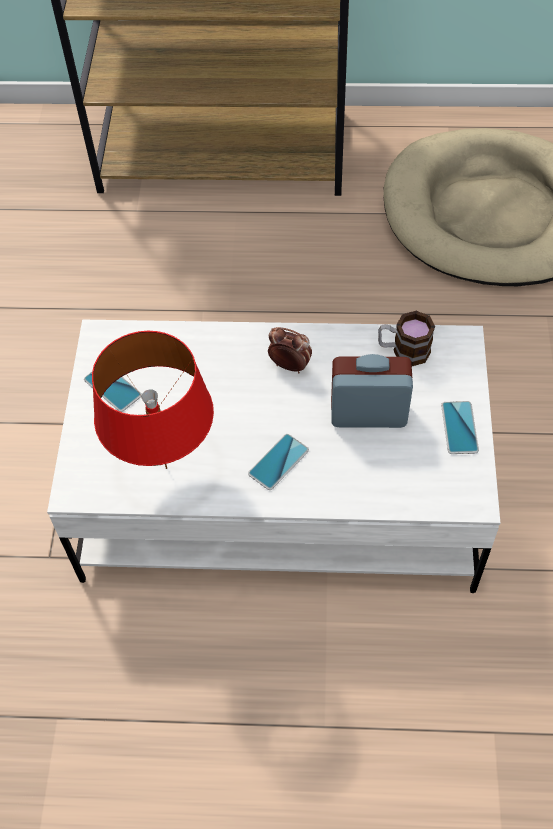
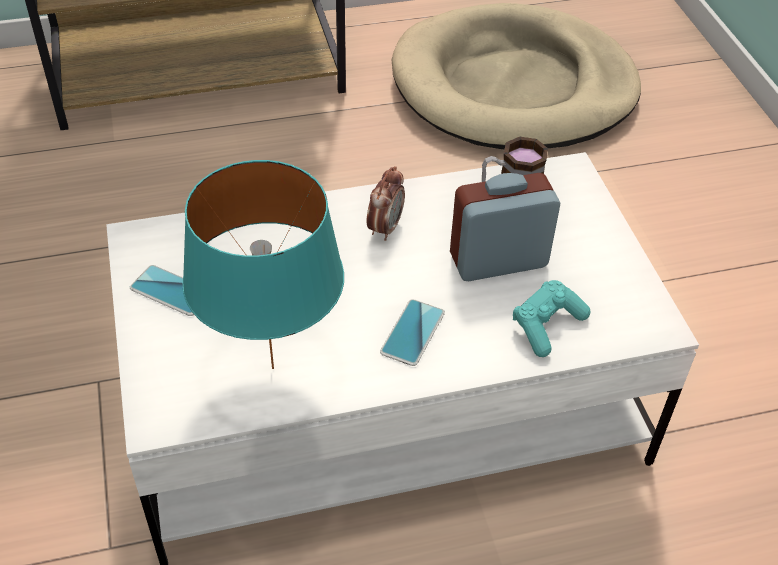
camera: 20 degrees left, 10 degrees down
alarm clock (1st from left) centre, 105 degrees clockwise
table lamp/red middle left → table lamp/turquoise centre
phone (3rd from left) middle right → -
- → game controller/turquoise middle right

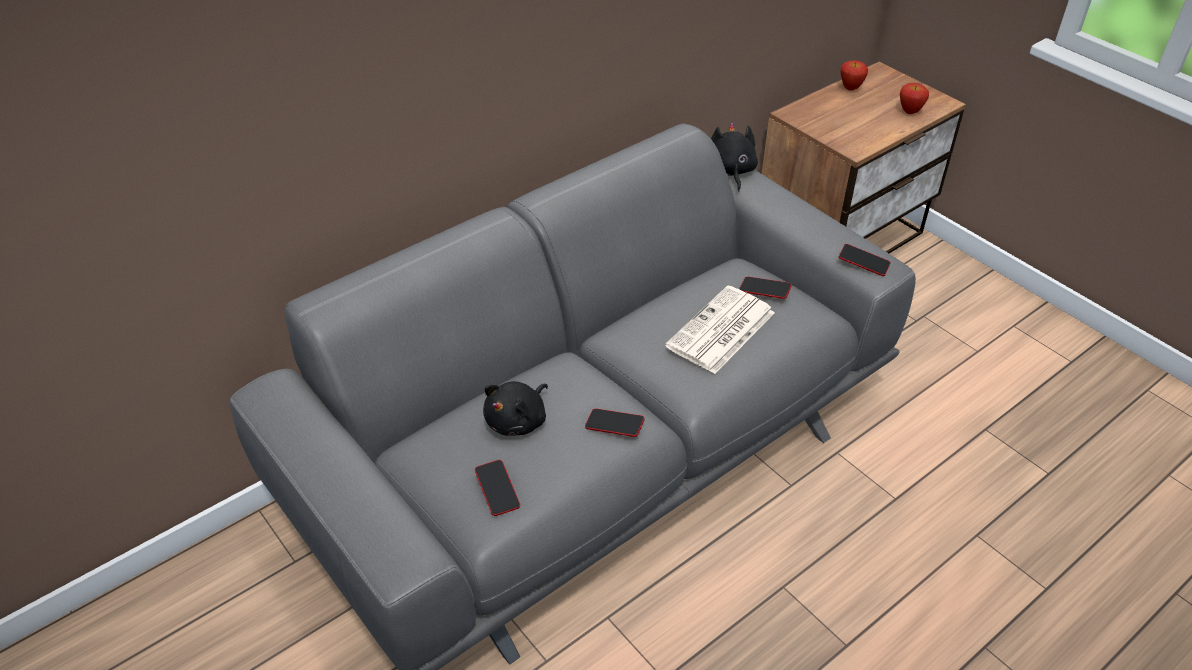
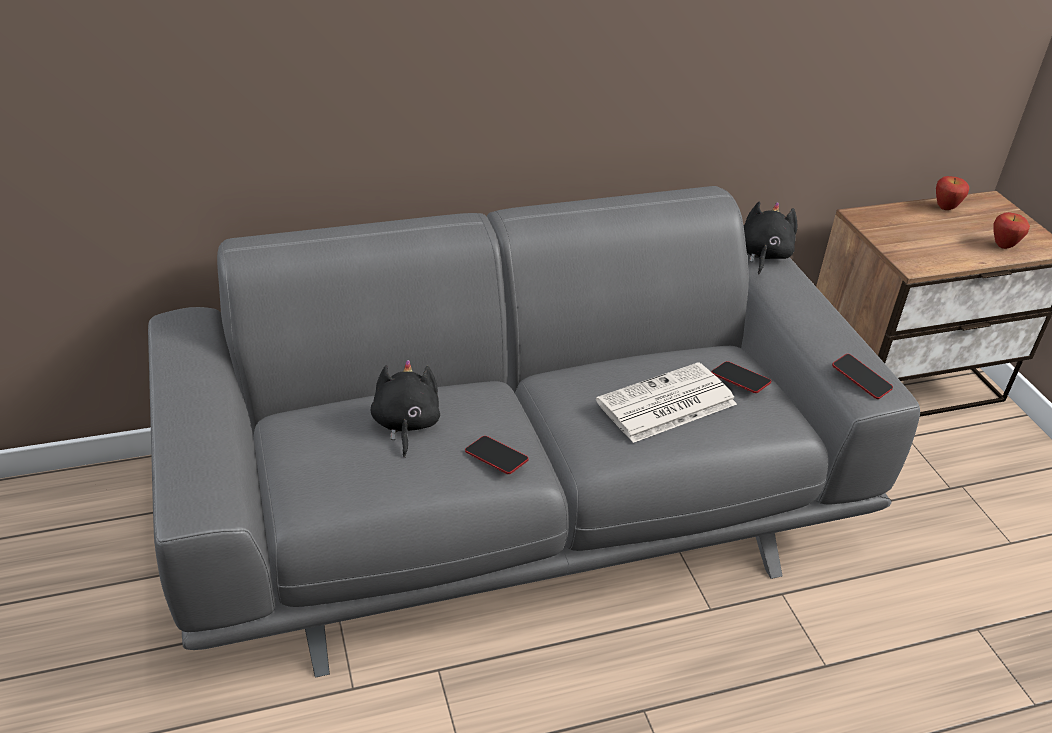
camera: 20 degrees right, 5 degrees down
plush toy/black (1st from left) centre, 120 degrees clockwise
phone (1st from left) bottom centre → -

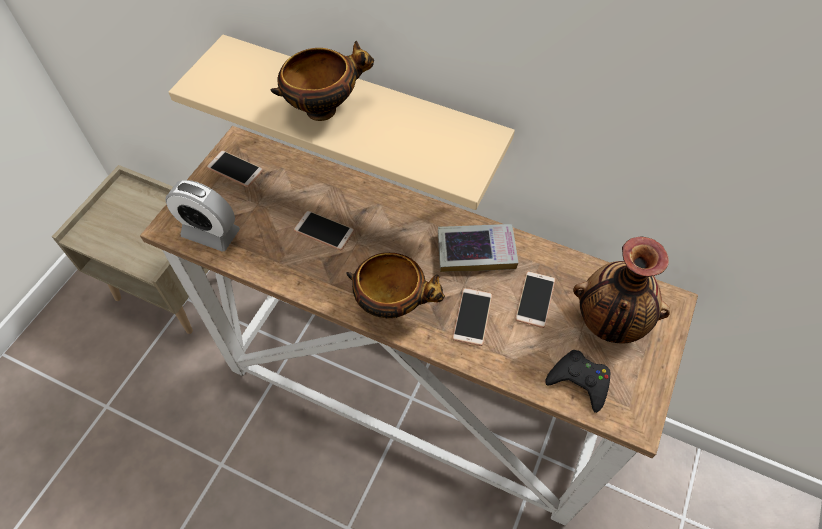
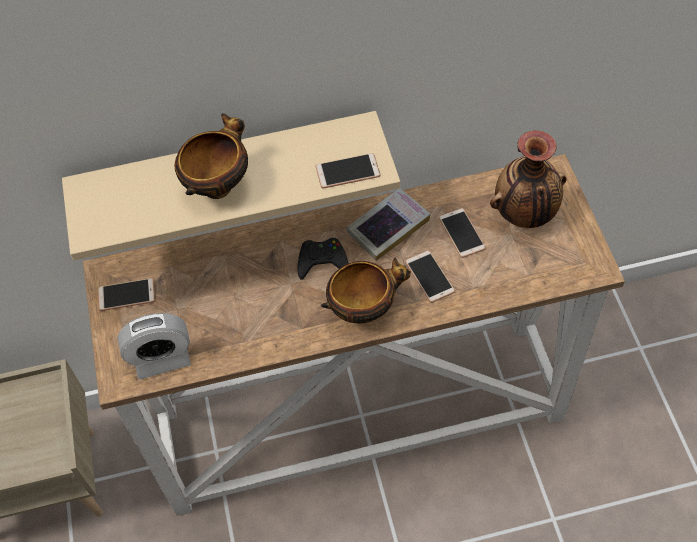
camera: 35 degrees left, 0 degrees up
phone (2nd from left) centre → phone (2nd from left) top centre, moved
game controller/black bottom right → game controller/black centre, moved

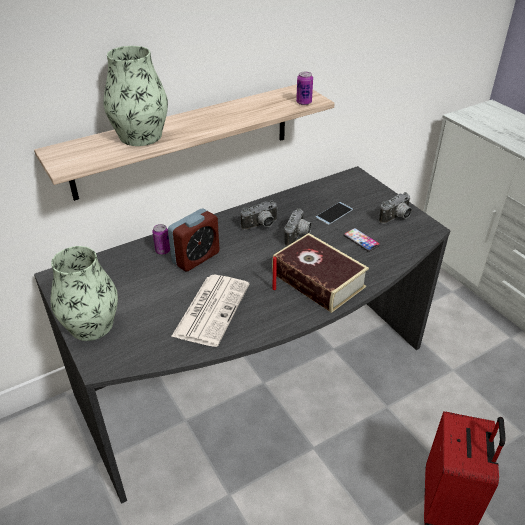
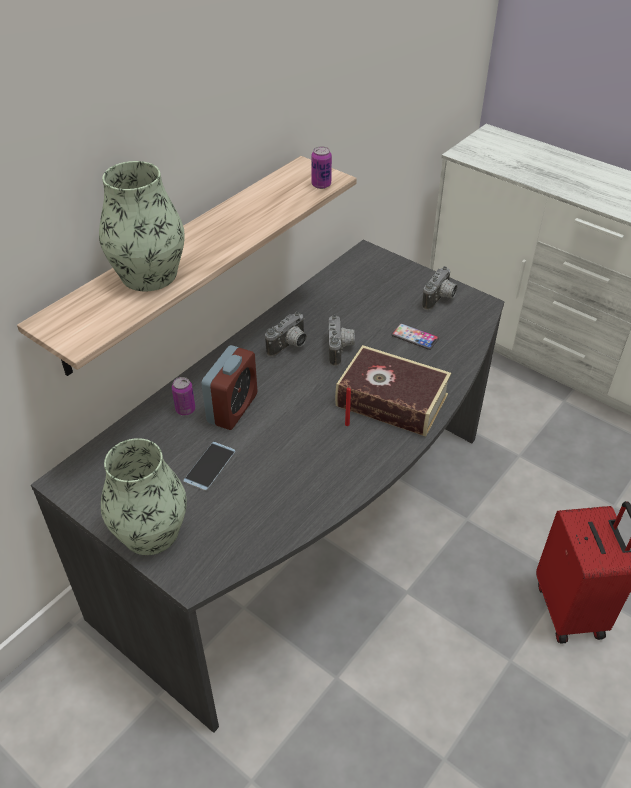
camera: 20 degrees left, 5 degrees up
phone (1st from left) centre → phone (1st from left) middle left, moved
newspaper centre → -

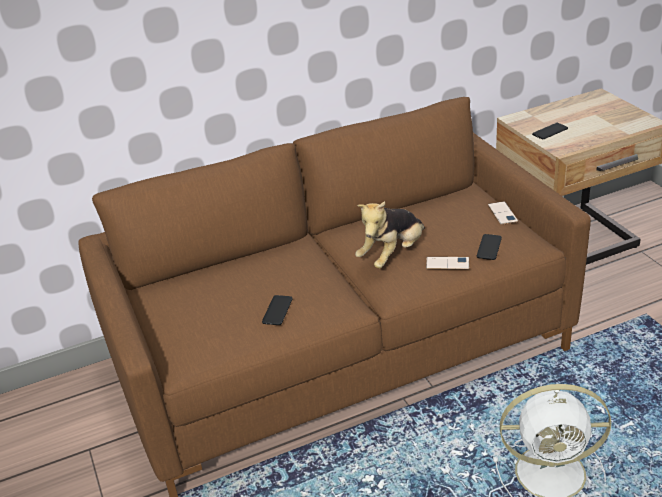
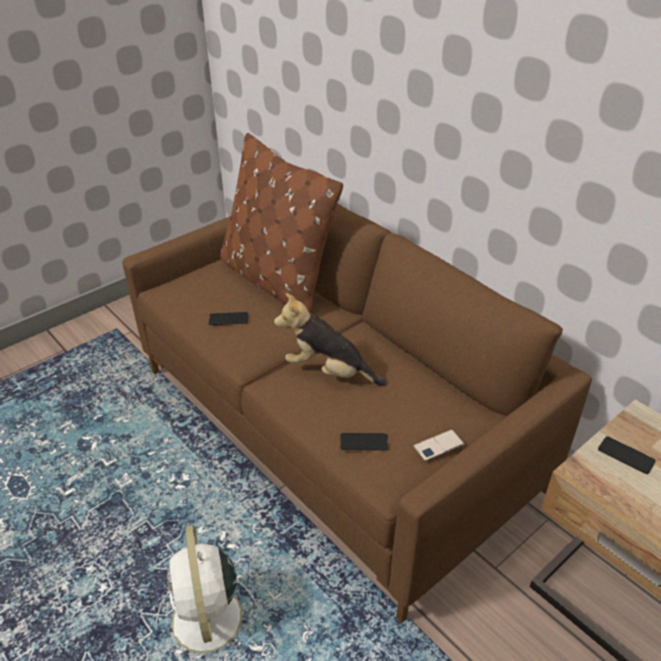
camera: 70 degrees right, 5 degrees up
phone (2nd from left) middle right → -
- → pillow/brown centre

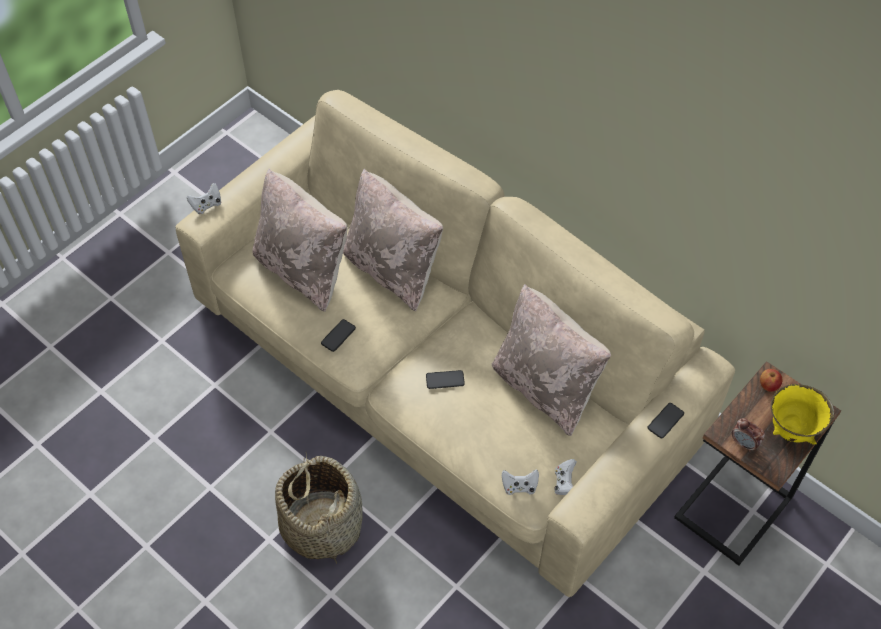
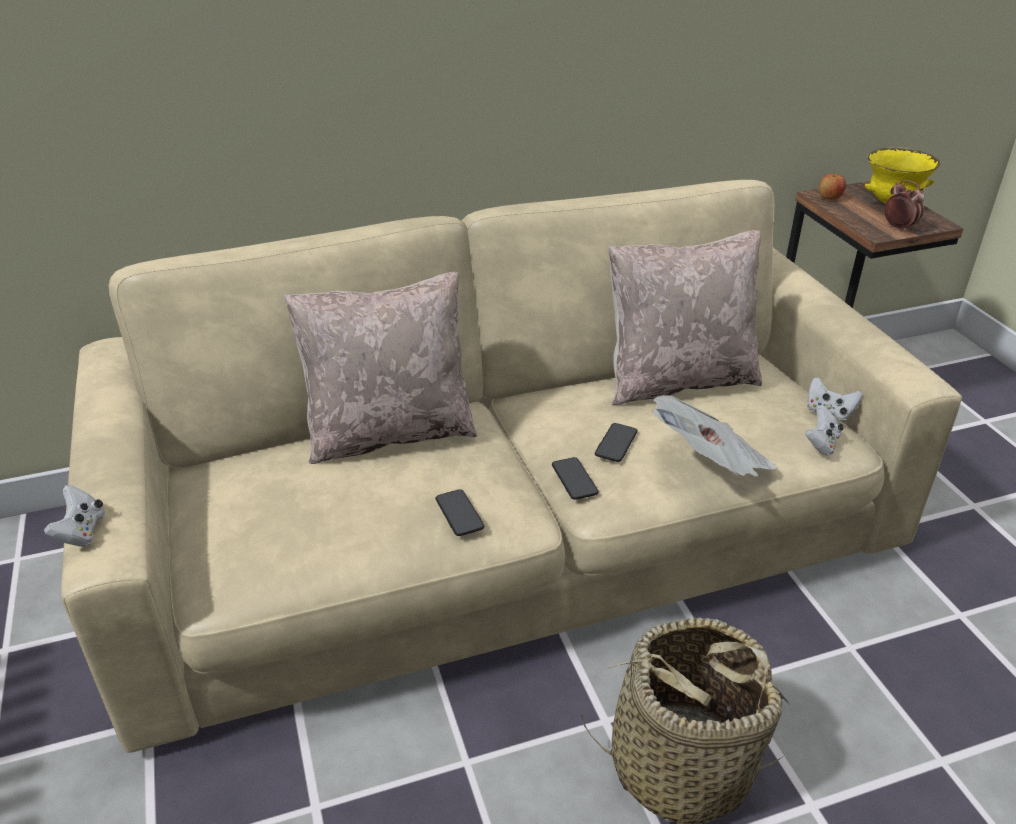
camera: 60 degrees left, 20 degrees down
pillow/beige (1st from left) centre → -
phone (3rd from left in the first image) bottom right → phone (2nd from left) centre, moved
alarm clock bottom right → alarm clock top right, 105 degrees counterclockwise
- → newspaper middle right

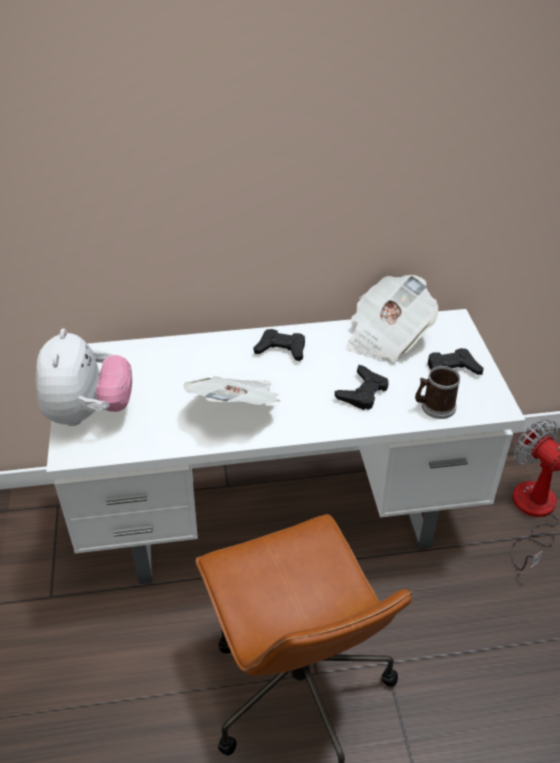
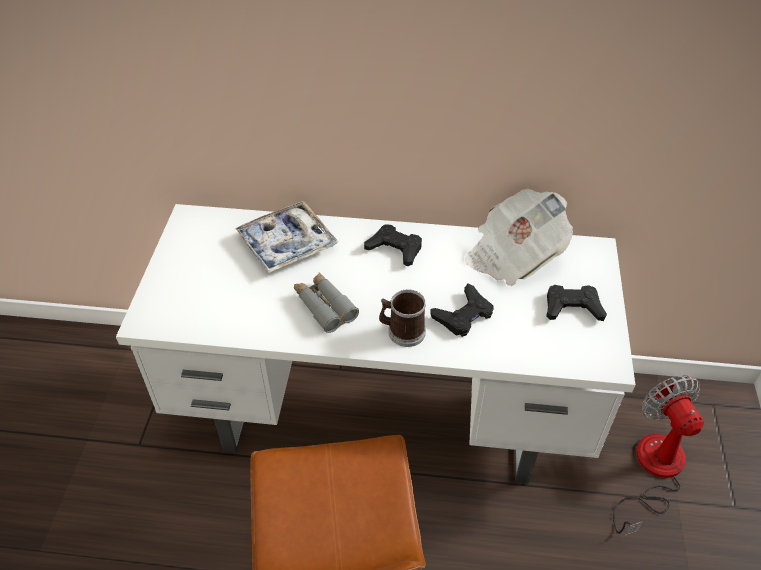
camera: 15 degrees right, 5 degrees up
plush toy middle left → -
mug middle right → mug centre, moved
newspaper (1st from left) centre → binoculars/grey centre
- → tray centre

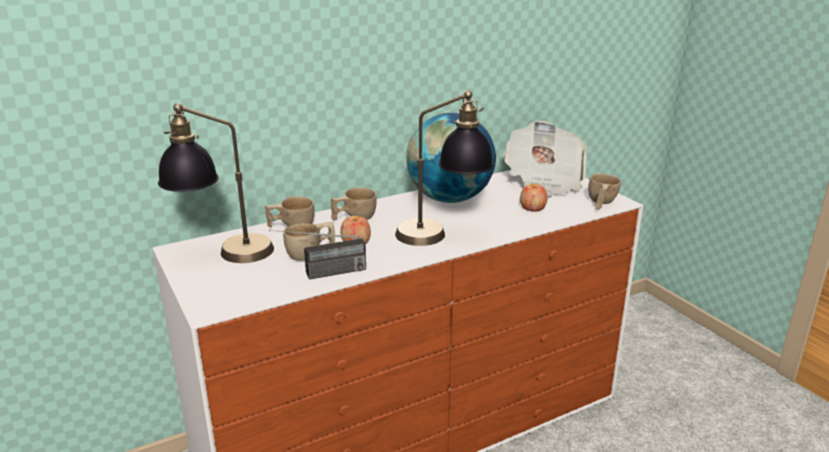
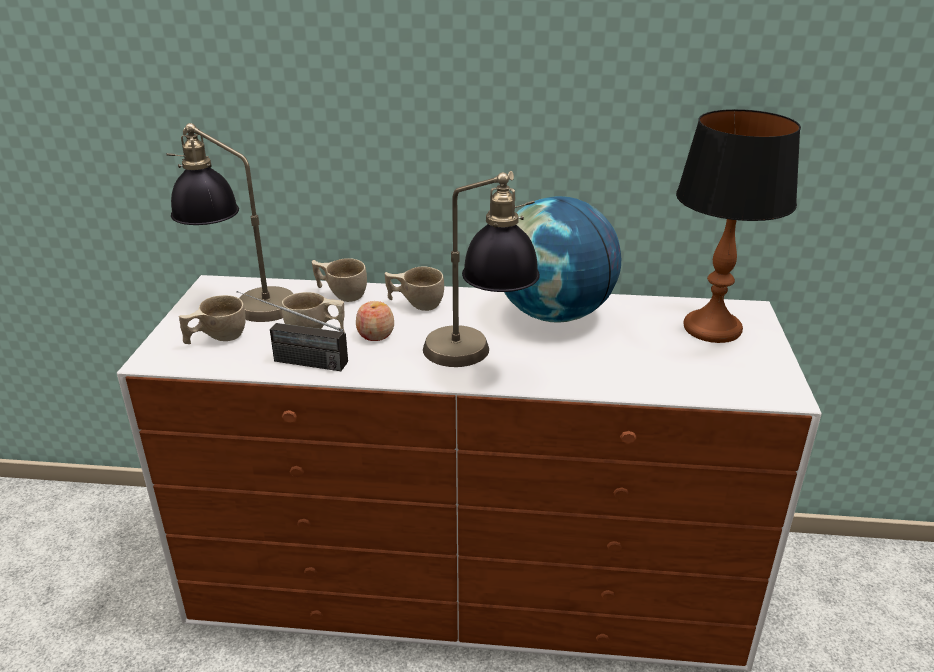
camera: 35 degrees right, 5 degrees up
newspaper centre → table lamp (3rd from left) middle right
cup/beige (4th from left in the first image) middle right → cup/beige (1st from left) middle left, moved
apple (2nd from left) centre → -

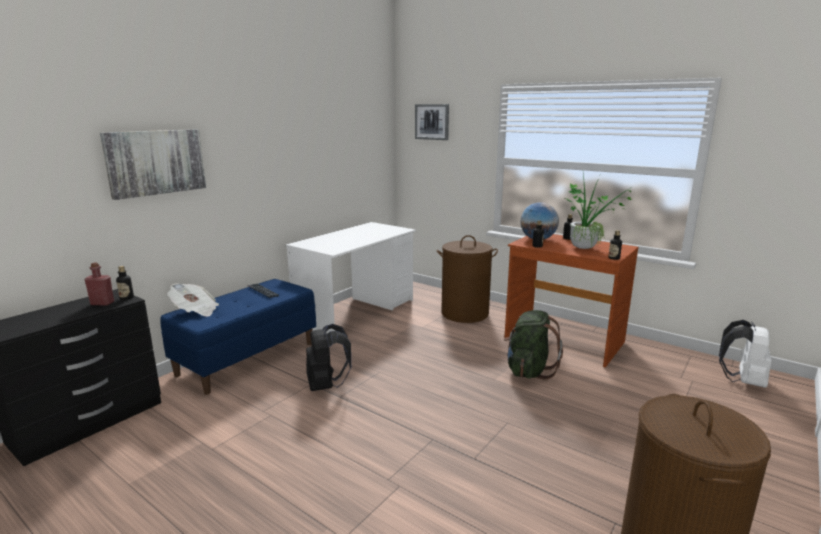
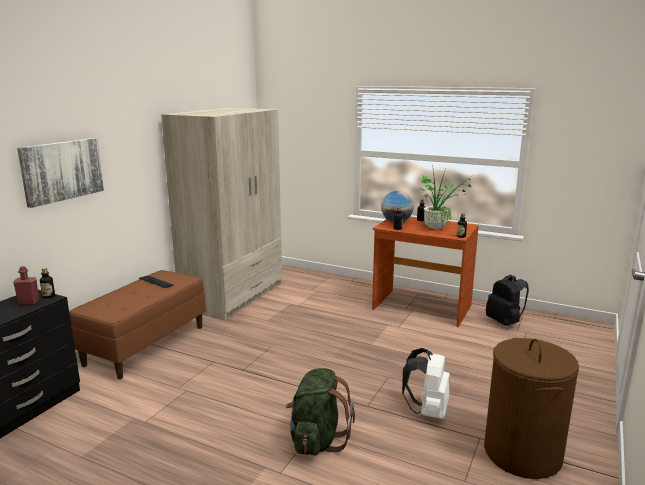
camera: 10 degrees left, 0 degrees up
picture (2nd from left) top centre → -
desk/white centre → wardrobe/beige centre
laundry basket/brown (1st from left) centre → -
bench/blue middle left → bench/brown bottom left
newspaper middle left → -
backpack/green centre → backpack/green bottom centre, moved
backpack/white middle right → backpack/white bottom centre, moved
backpack/black bottom centre → backpack/black middle right, moved

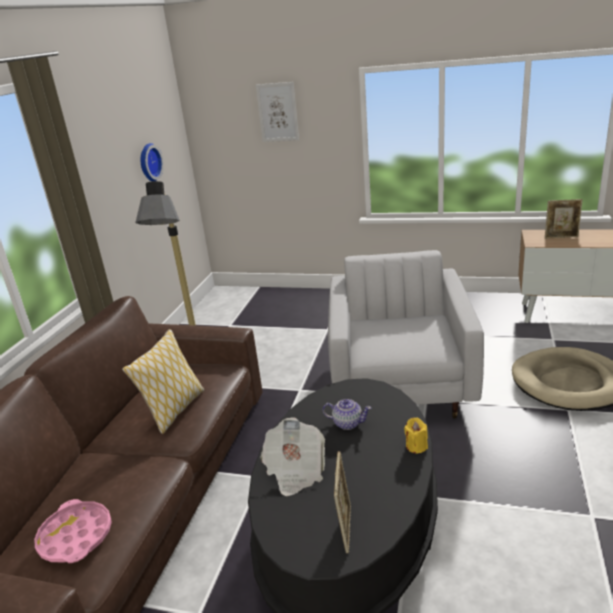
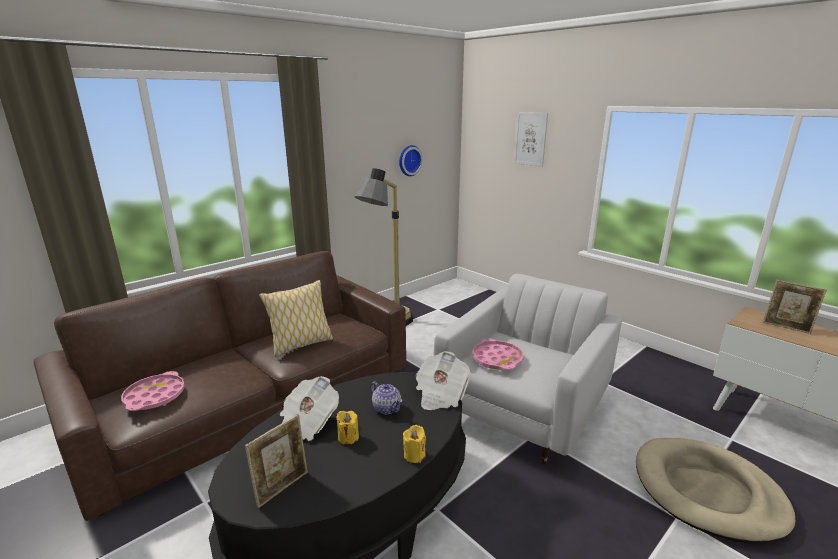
camera: 30 degrees right, 5 degrees down
- → tray/pink (2nd from left) centre
- → newspaper (2nd from left) bottom centre
- → candle/yellow (1st from left) bottom centre

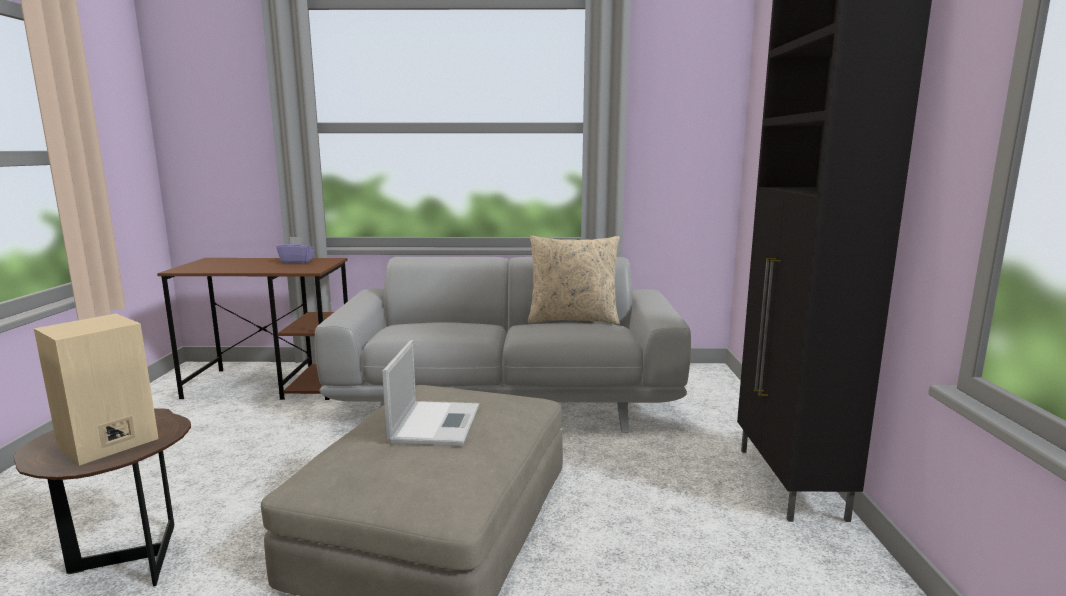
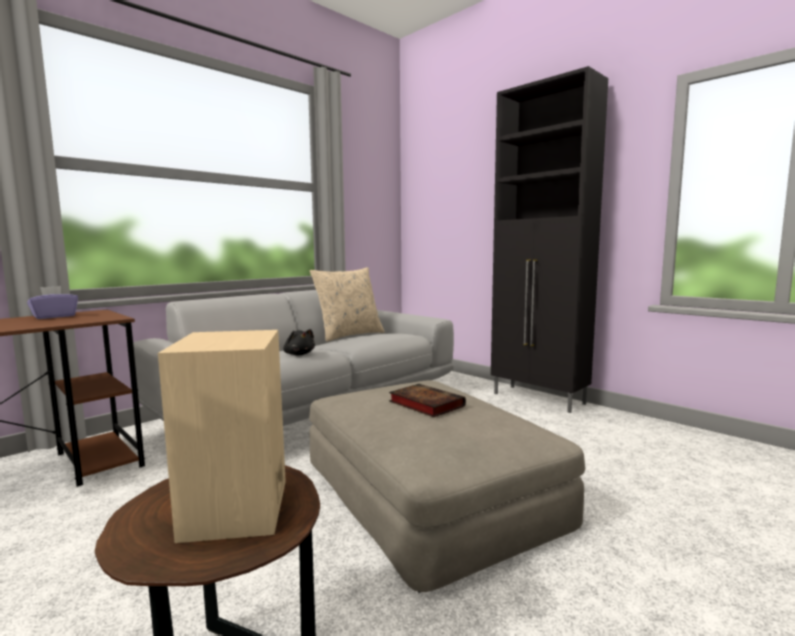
camera: 45 degrees left, 5 degrees down
laptop centre → book centre
- → plush toy/black centre

